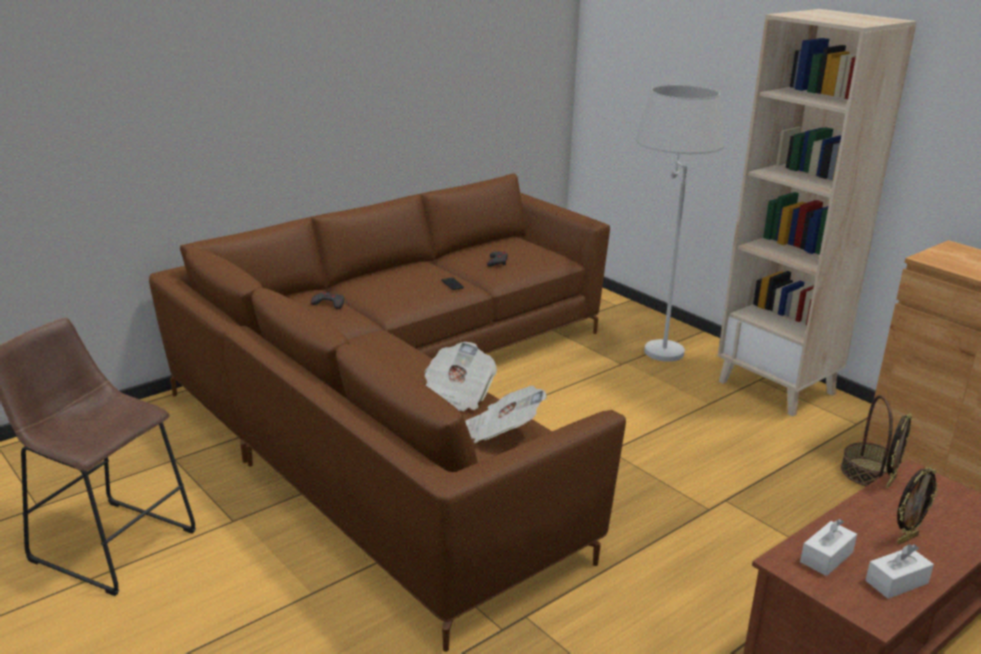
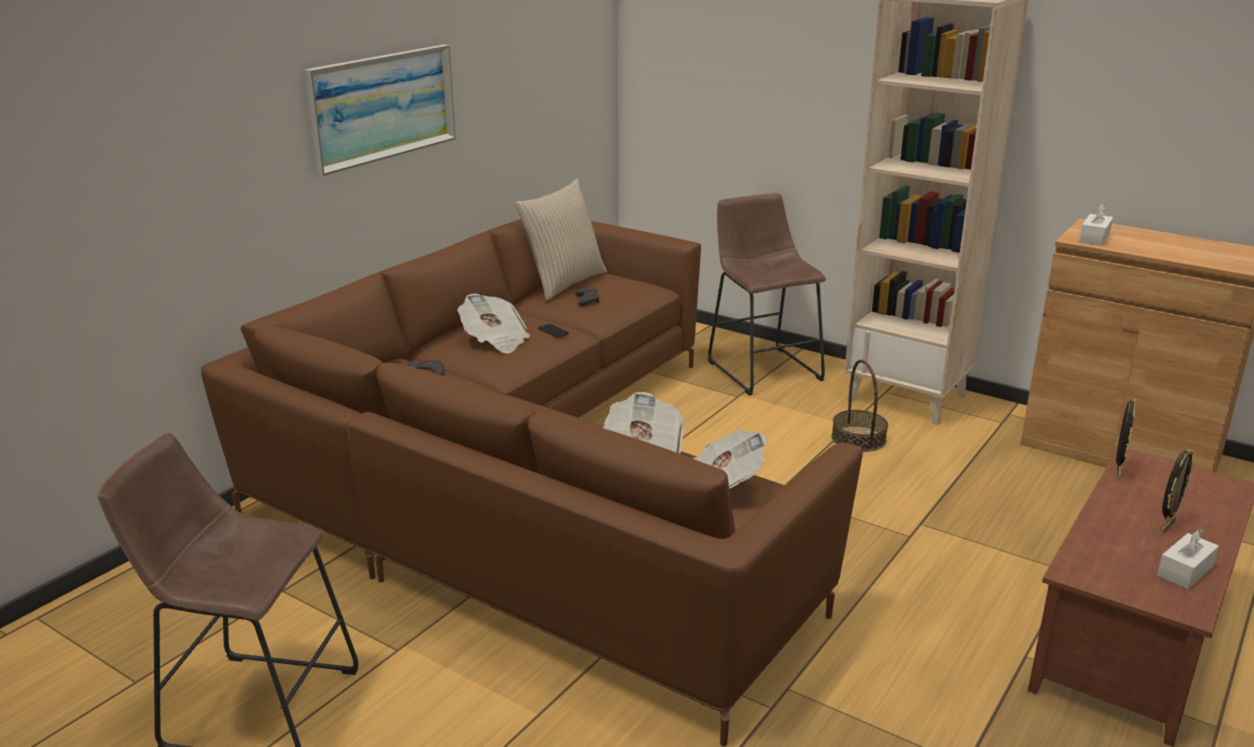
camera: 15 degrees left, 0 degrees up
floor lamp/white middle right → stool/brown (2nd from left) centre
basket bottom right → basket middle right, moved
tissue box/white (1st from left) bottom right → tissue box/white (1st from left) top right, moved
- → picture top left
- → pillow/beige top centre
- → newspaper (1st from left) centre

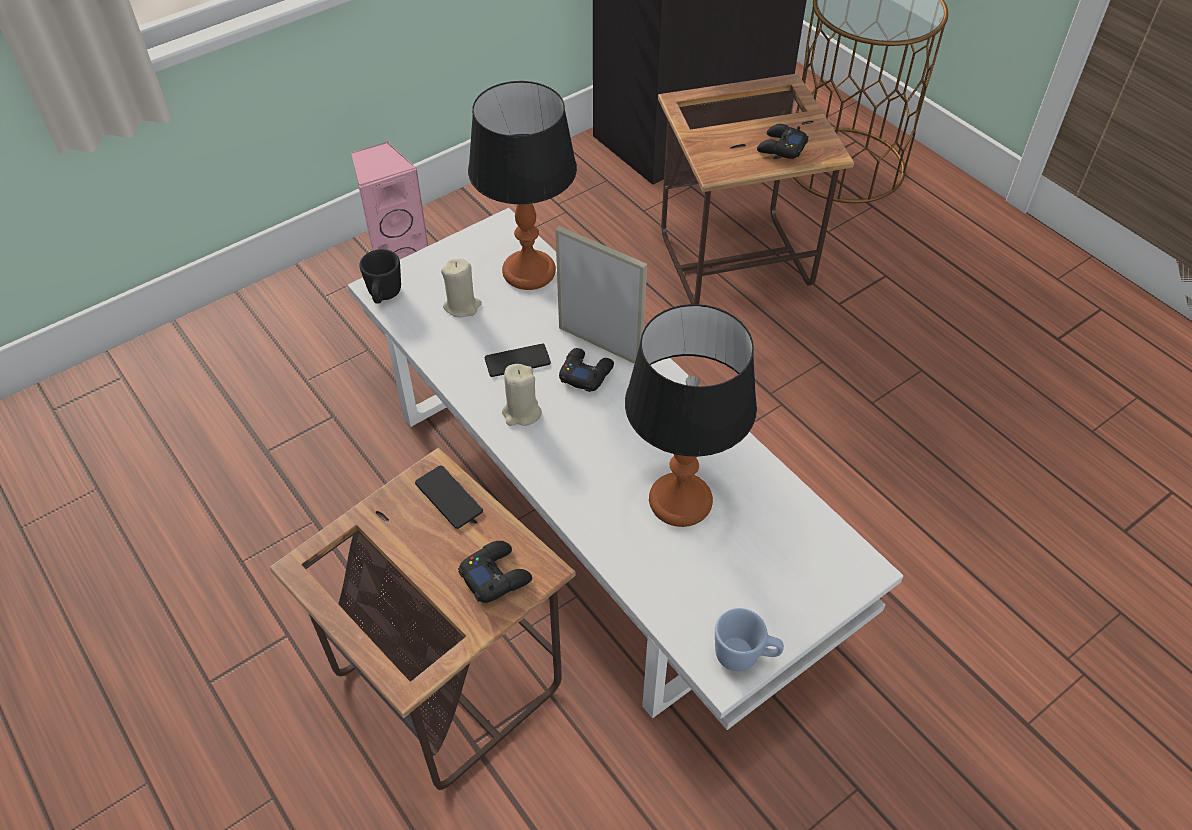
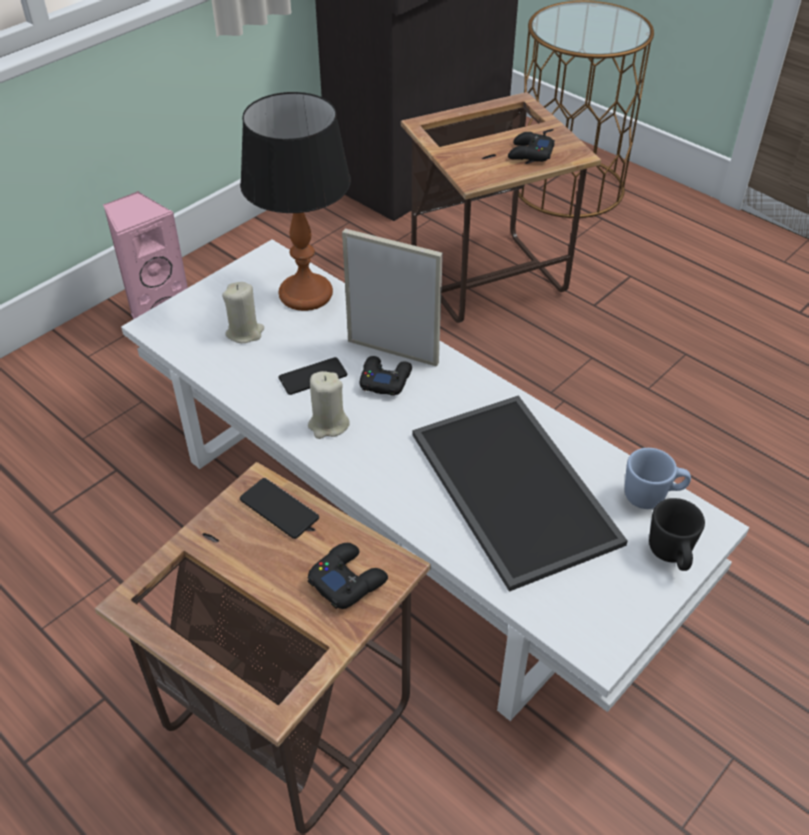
camera: 10 degrees left, 5 degrees down
mug/black top left → mug/black middle right, moved
table lamp (2nd from left) centre → tray centre
mug/blue bottom centre → mug/blue middle right, moved

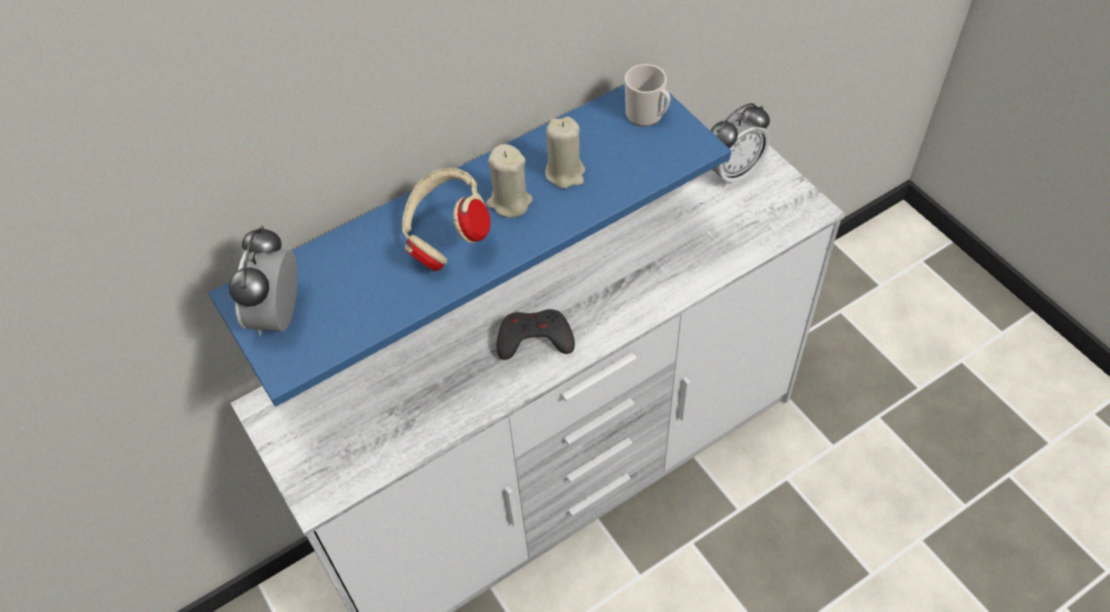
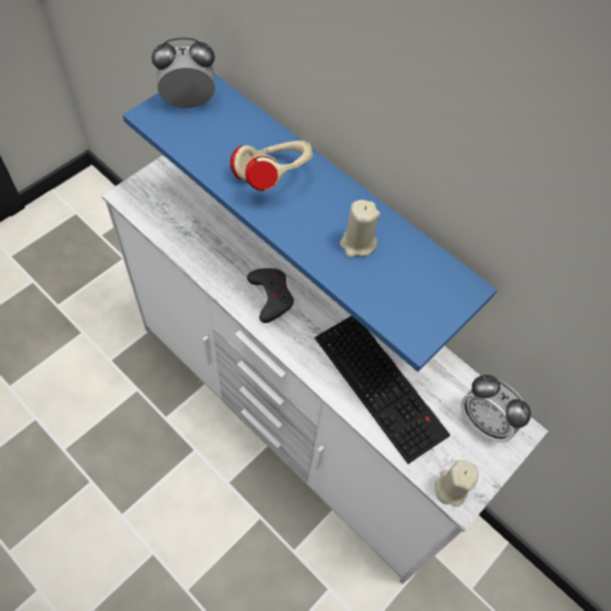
camera: 70 degrees right, 5 degrees up
mug top centre → -
candle/beige (1st from left in the first image) top centre → candle/beige (2nd from left) bottom right, moved
- → keyboard centre

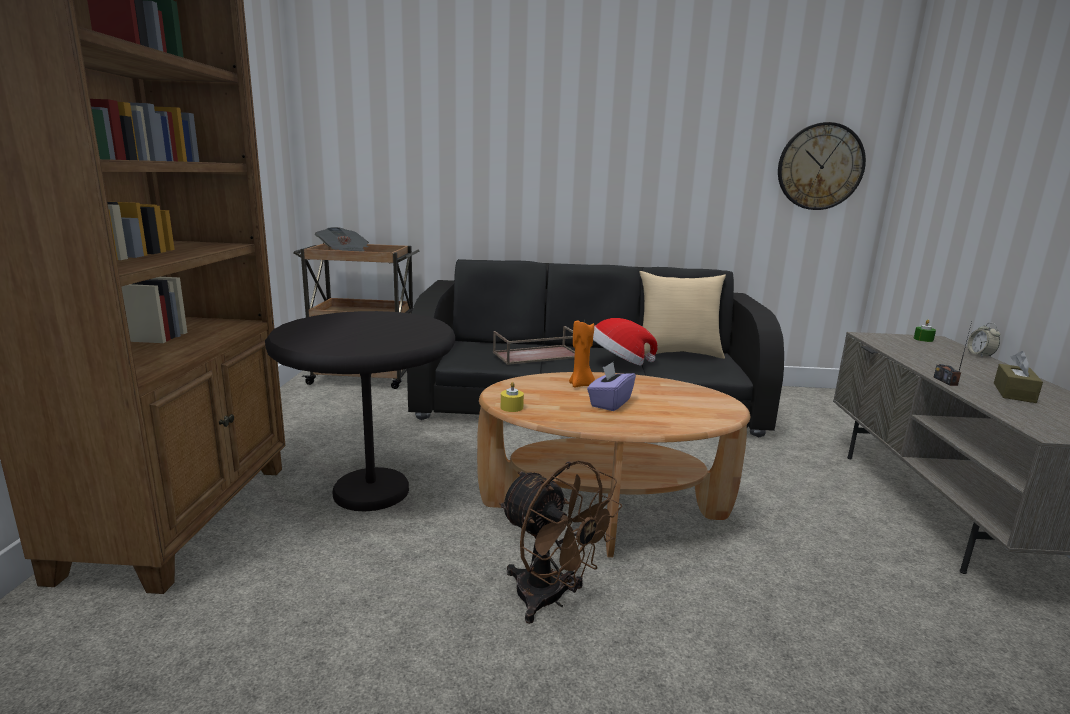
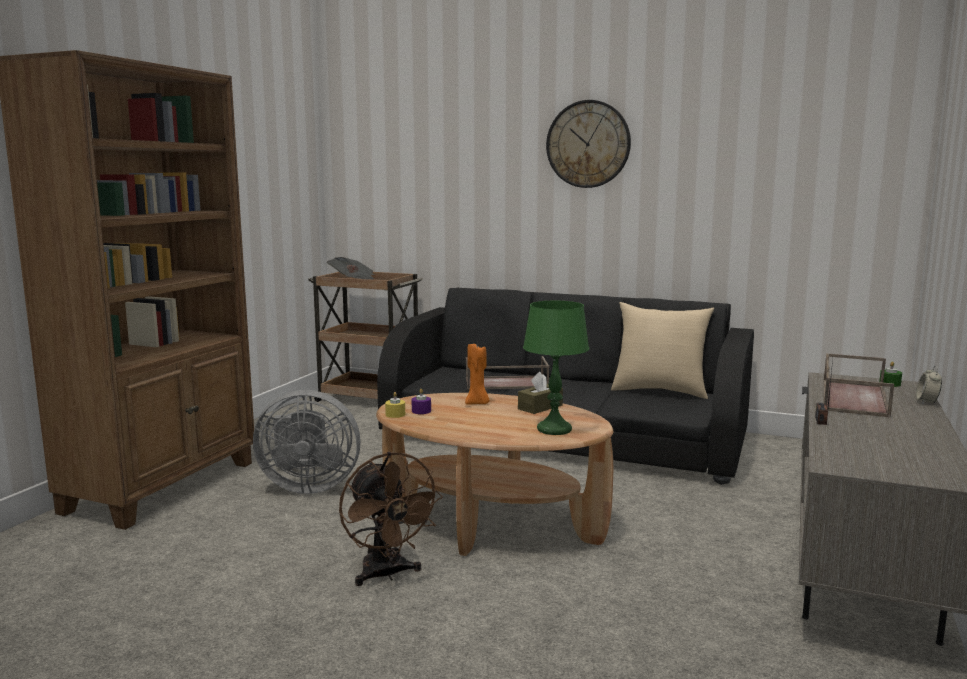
camera: 20 degrees right, 5 degrees down
wall clock top right → wall clock top centre, moved
side table/black centre → fan/grey middle left
hat centre → -
tissue box/brown middle right → tissue box/brown centre, moved
tissue box/purple centre → -
- → table lamp/green centre
- → tray/brown (2nd from left) middle right
- → candle/purple centre

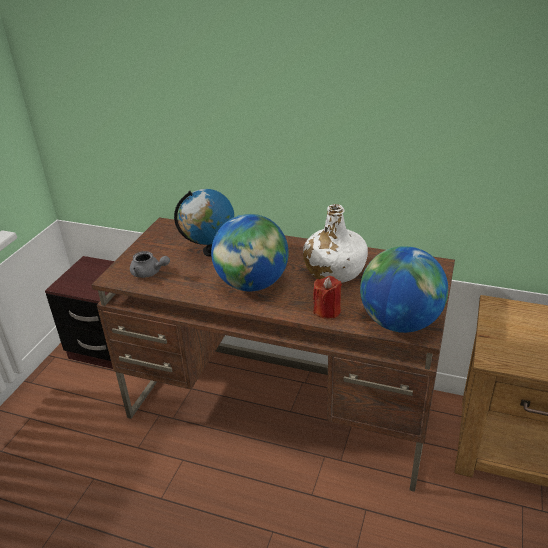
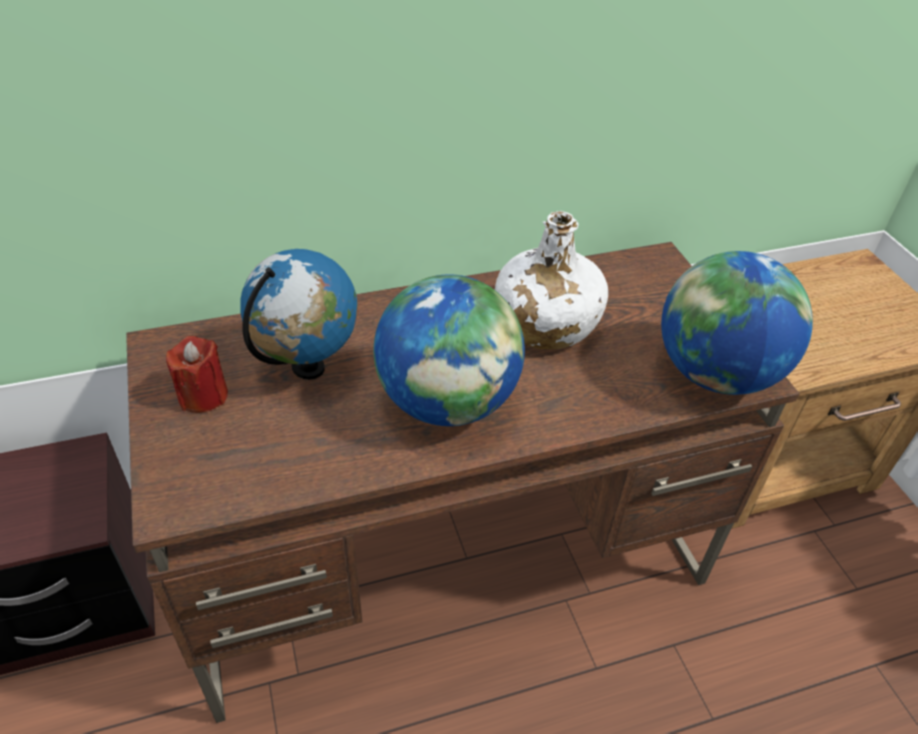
camera: 40 degrees left, 10 degrees up
teapot/grey middle left → -
candle/red centre → candle/red middle left, moved

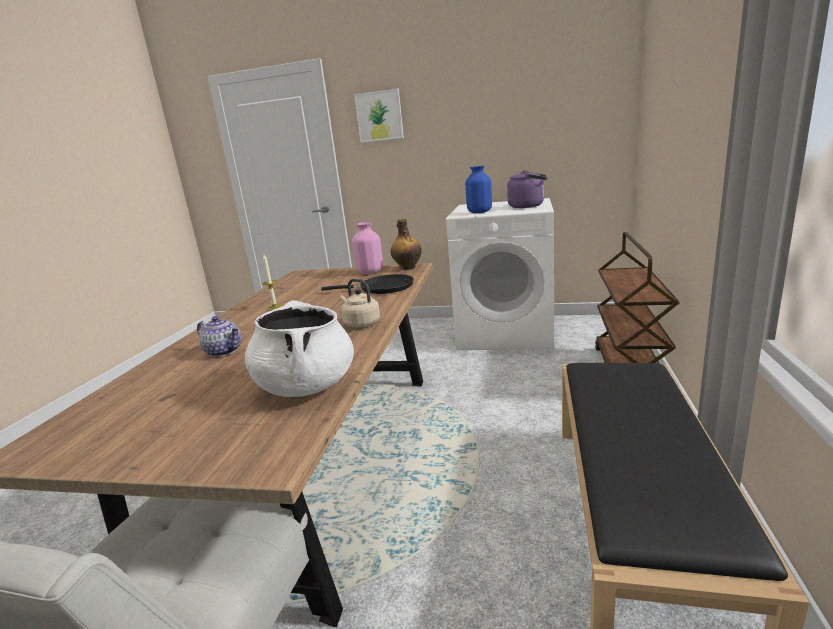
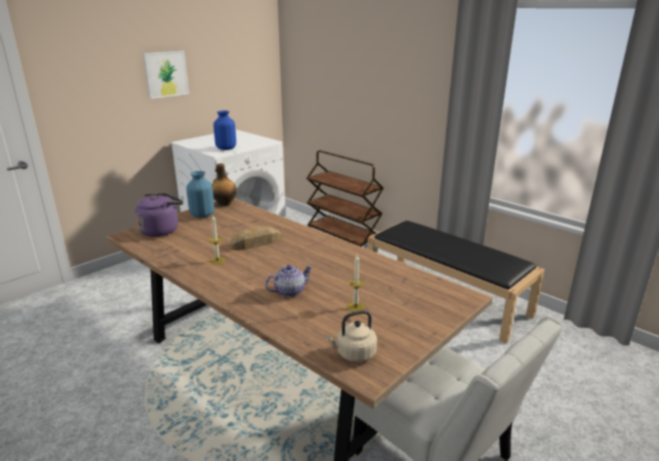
camera: 60 degrees left, 5 degrees up
picture top centre → picture top left, moved
kettle/purple top centre → kettle/purple middle left, moved
vase/pink centre → vase/blue (1st from left) middle left
frying pan/black centre → -
kettle/beige centre → kettle/beige bottom centre, moved
cooking pot/white centre → -
- → bread centre
- → candle (2nd from left) centre

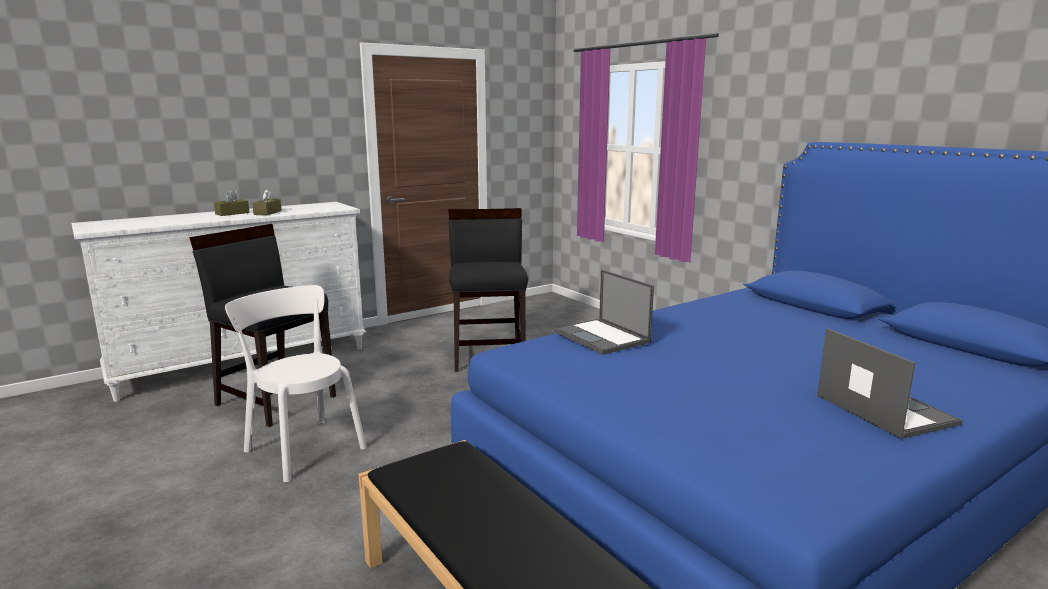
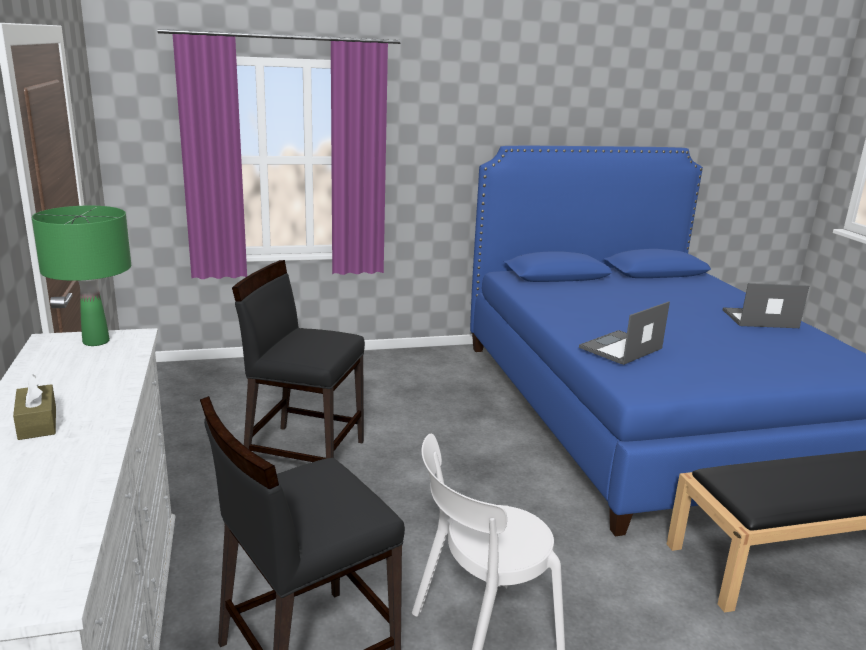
camera: 70 degrees left, 5 degrees up
tissue box/brown (2nd from left) middle left → -
laptop (1st from left) centre → laptop (1st from left) middle right, 150 degrees clockwise
- → table lamp/green middle left

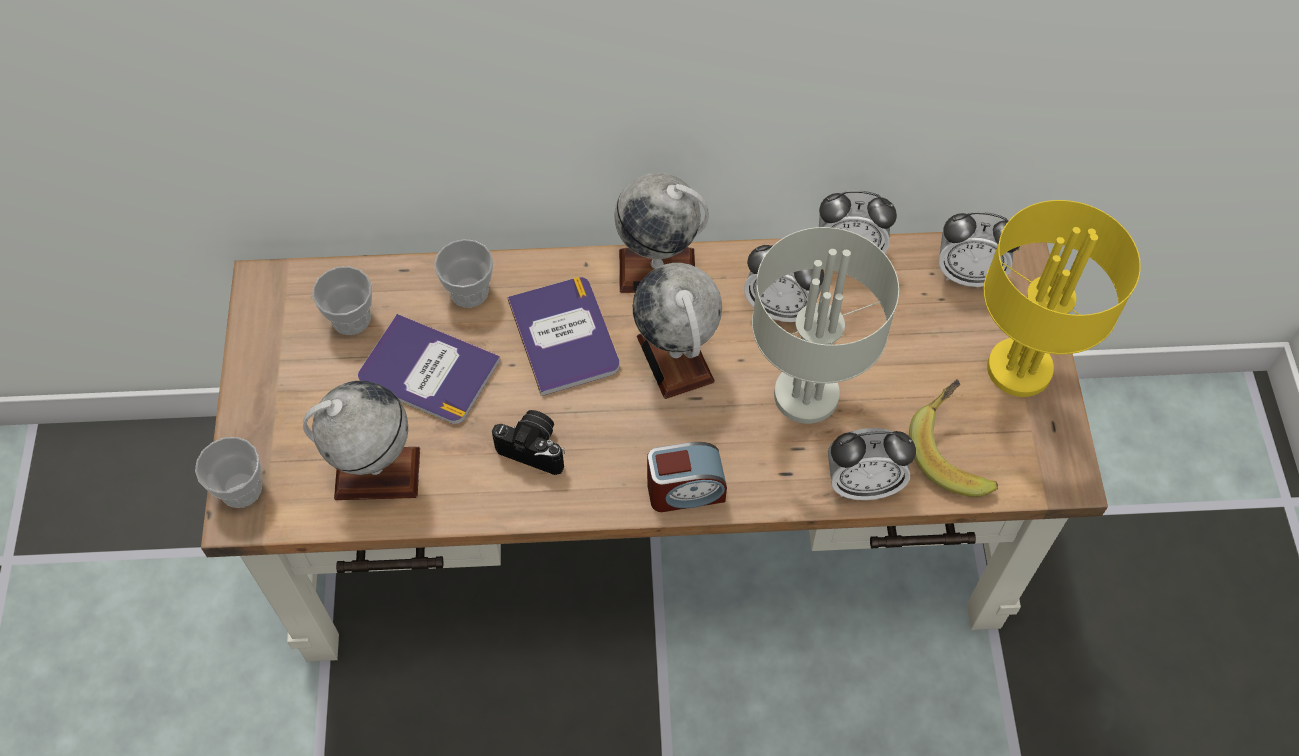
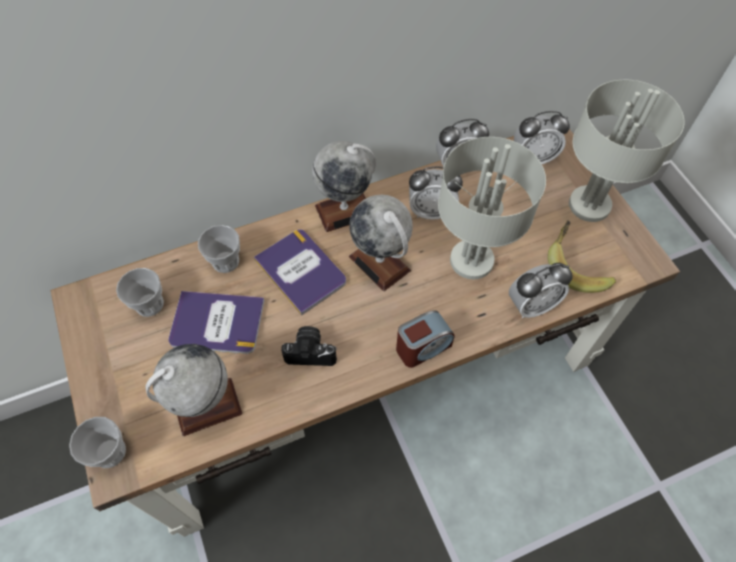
camera: 20 degrees left, 0 degrees up
table lamp/yellow middle right → table lamp/grey (2nd from left) top right

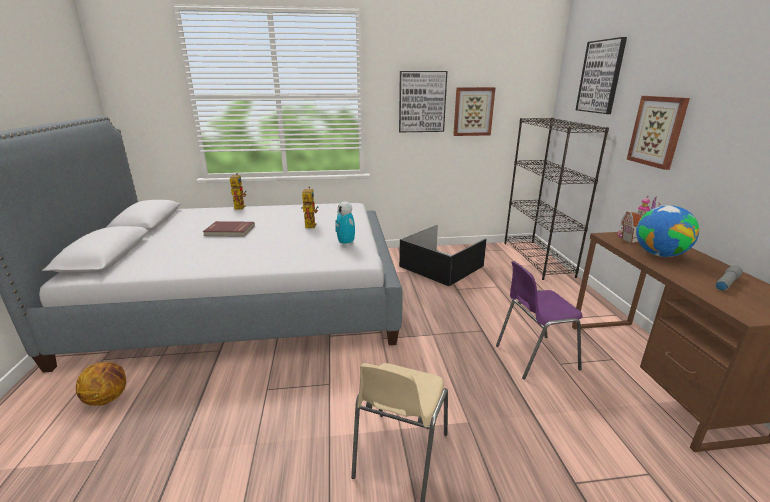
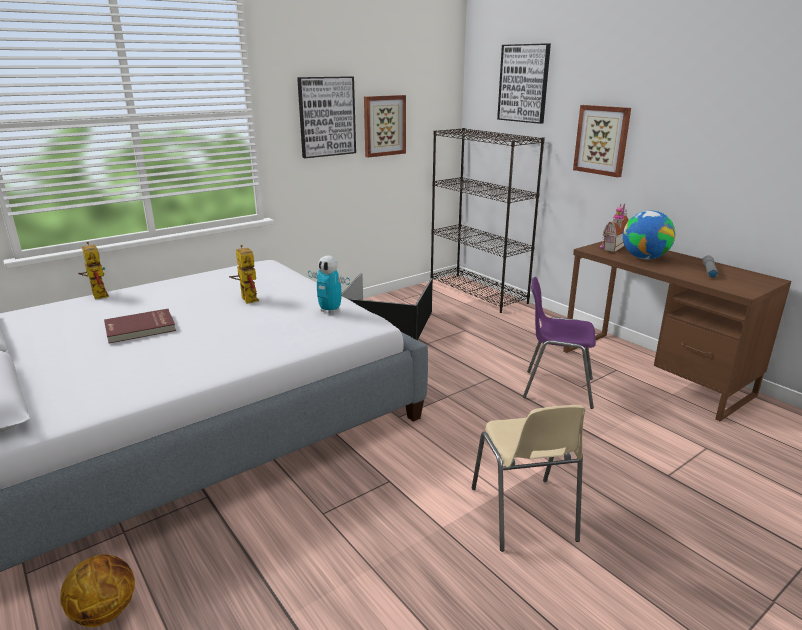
camera: 30 degrees left, 0 degrees up
chair/purple middle right, 60 degrees clockwise

